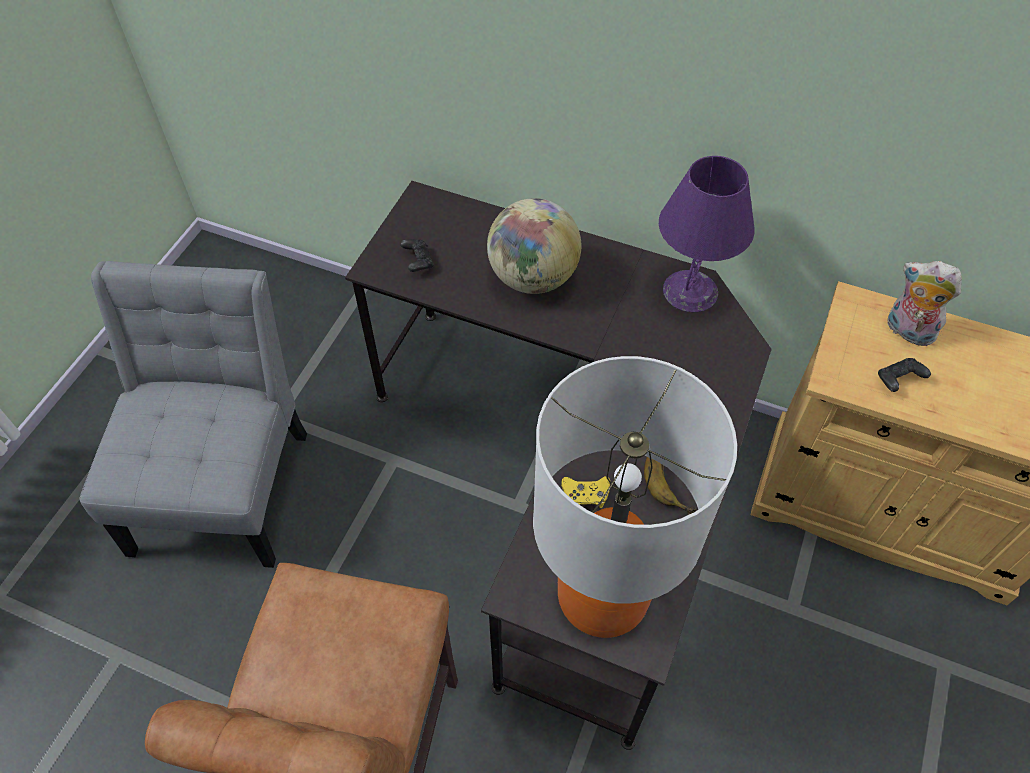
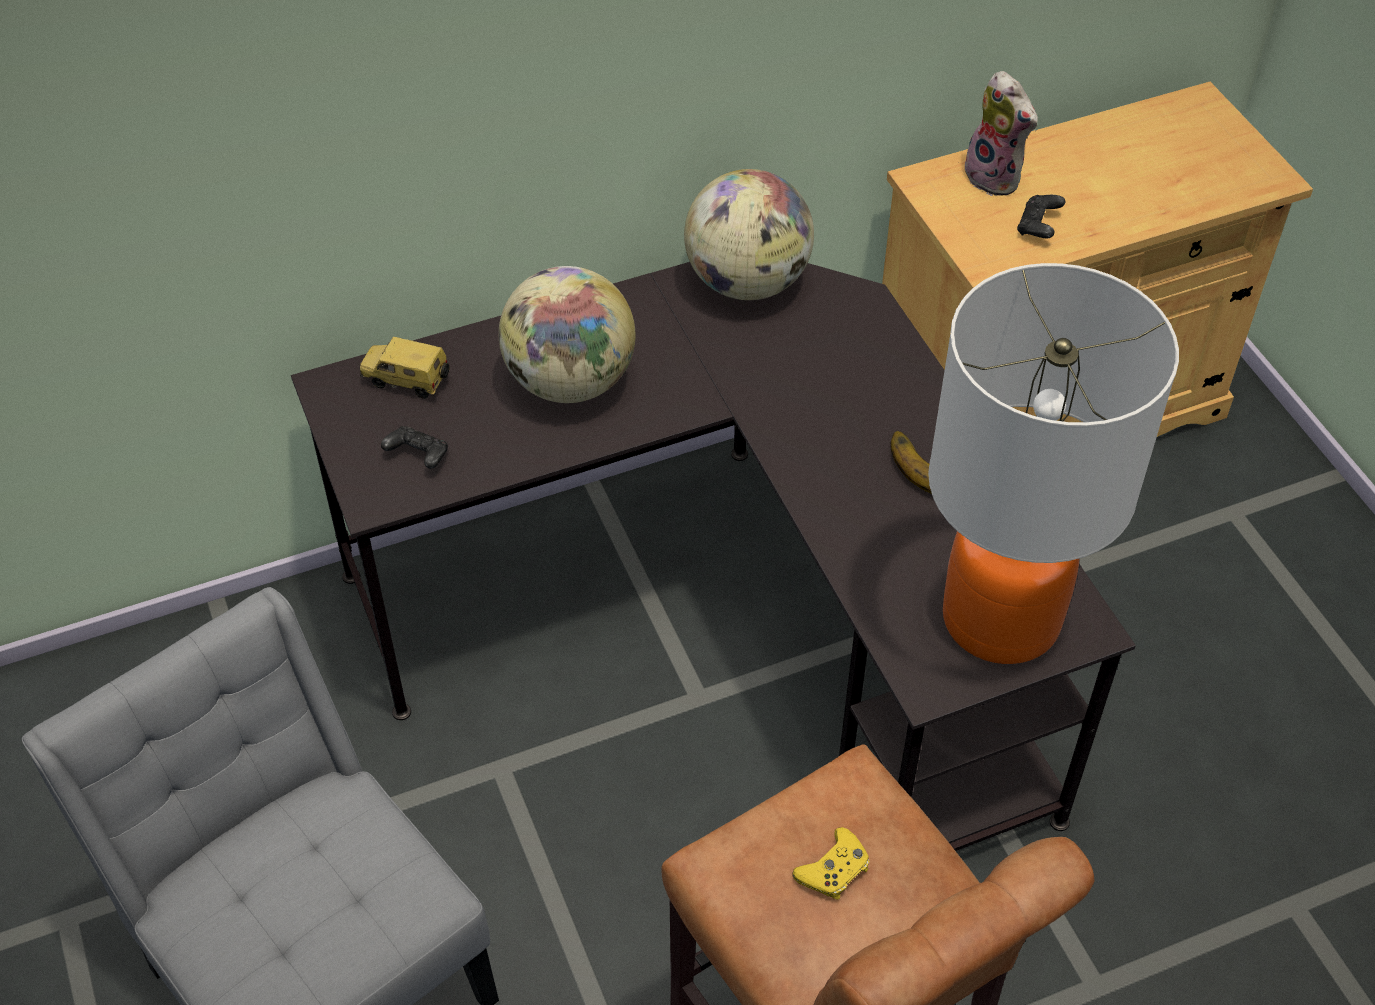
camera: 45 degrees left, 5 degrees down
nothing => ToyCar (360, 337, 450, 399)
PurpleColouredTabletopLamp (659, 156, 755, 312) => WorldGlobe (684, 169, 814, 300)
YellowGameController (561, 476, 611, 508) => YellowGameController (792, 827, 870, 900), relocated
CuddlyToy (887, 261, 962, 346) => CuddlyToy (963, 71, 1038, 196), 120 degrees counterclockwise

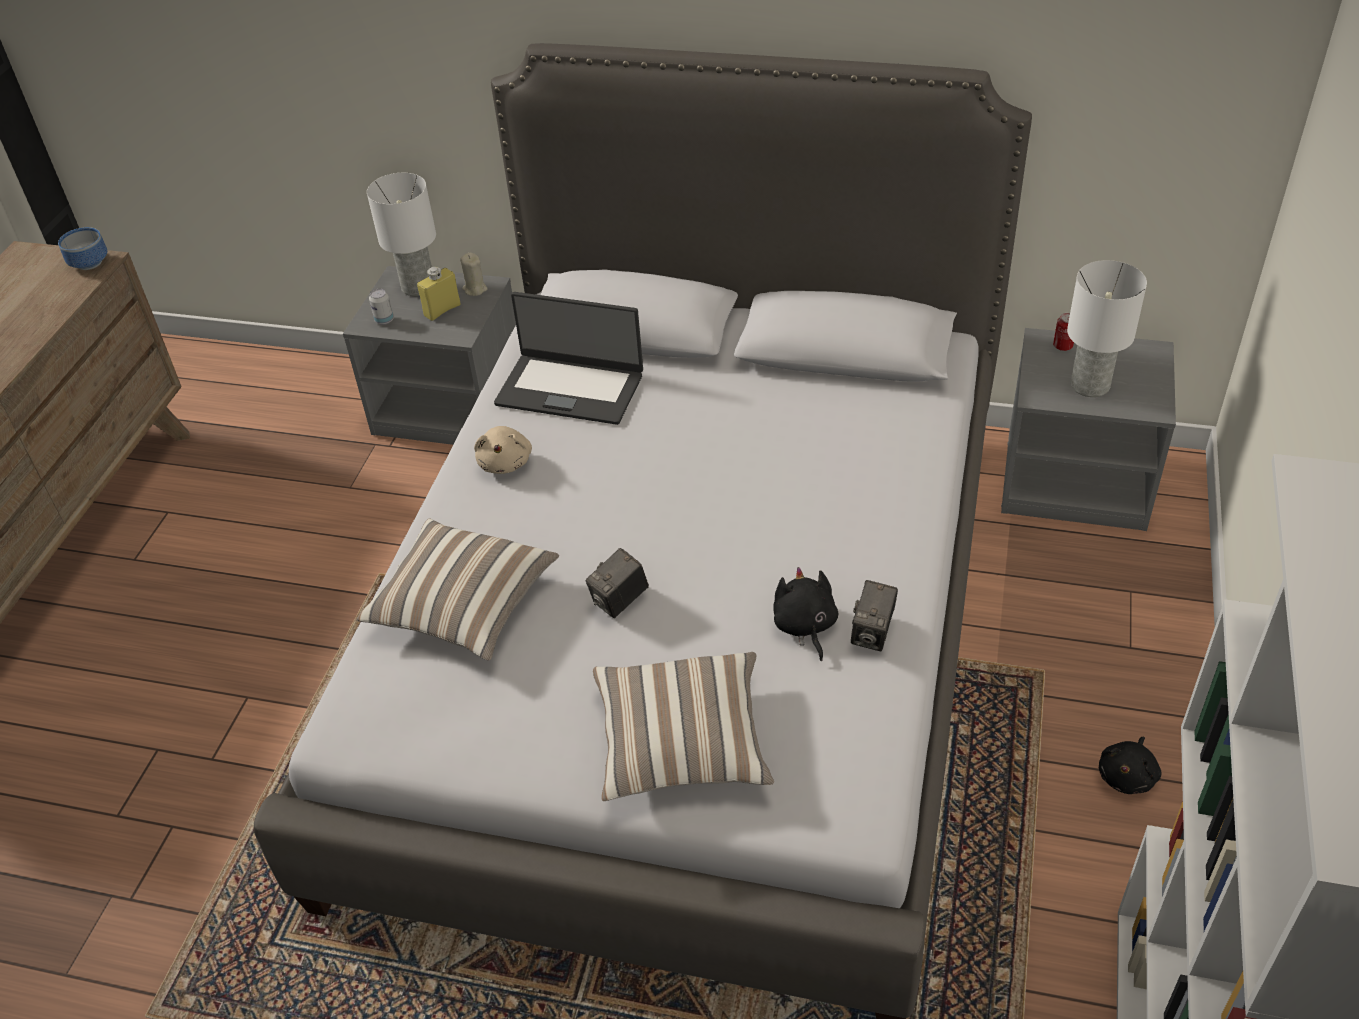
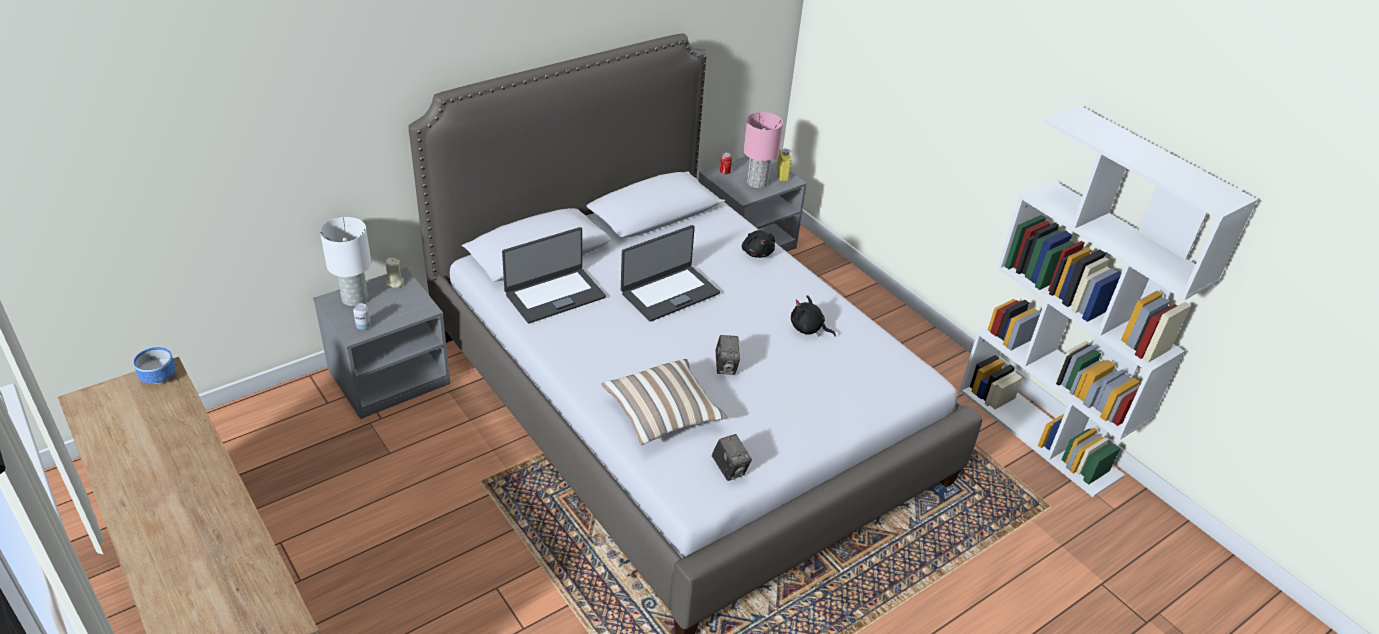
camera: 55 degrees left, 5 degrees down
nothing => PortableComputer (621, 225, 720, 322)
StillCamera (851, 580, 898, 651) => StillCamera (712, 434, 752, 481), relocated
BlackColouredCuddlyToy (1099, 737, 1161, 794) => BlackColouredCuddlyToy (742, 230, 775, 258), relocated
WhiteTabletopLamp (1067, 260, 1147, 397) => PinkTabletopLamp (743, 112, 783, 189)
YellowDrinkBottle (417, 267, 461, 321) => YellowDrinkBottle (777, 148, 791, 181), relocated
BeigeCuddlyToy (474, 426, 532, 474) => nothing
ThrowPillow (593, 652, 774, 801) => nothing

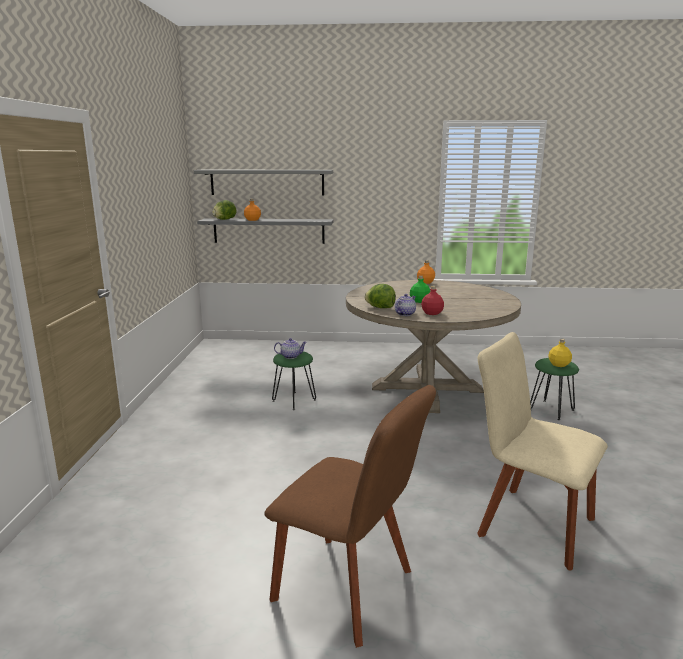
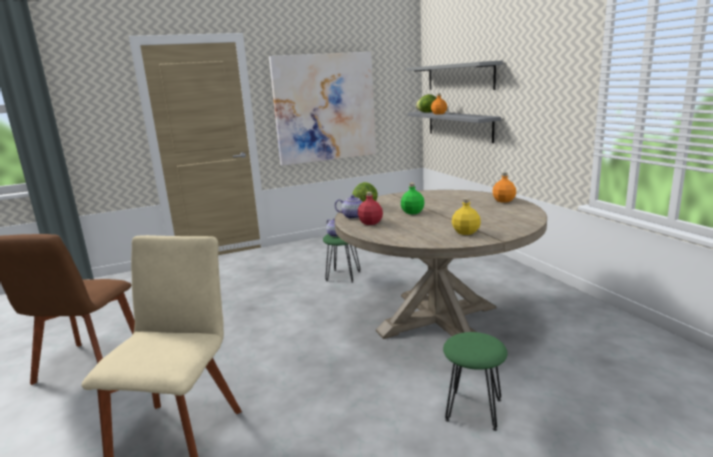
camera: 65 degrees right, 0 degrees up
nothing => WallArt (269, 52, 376, 166)
YellowDrinkBottle (548, 339, 572, 367) => YellowDrinkBottle (452, 198, 481, 235), relocated

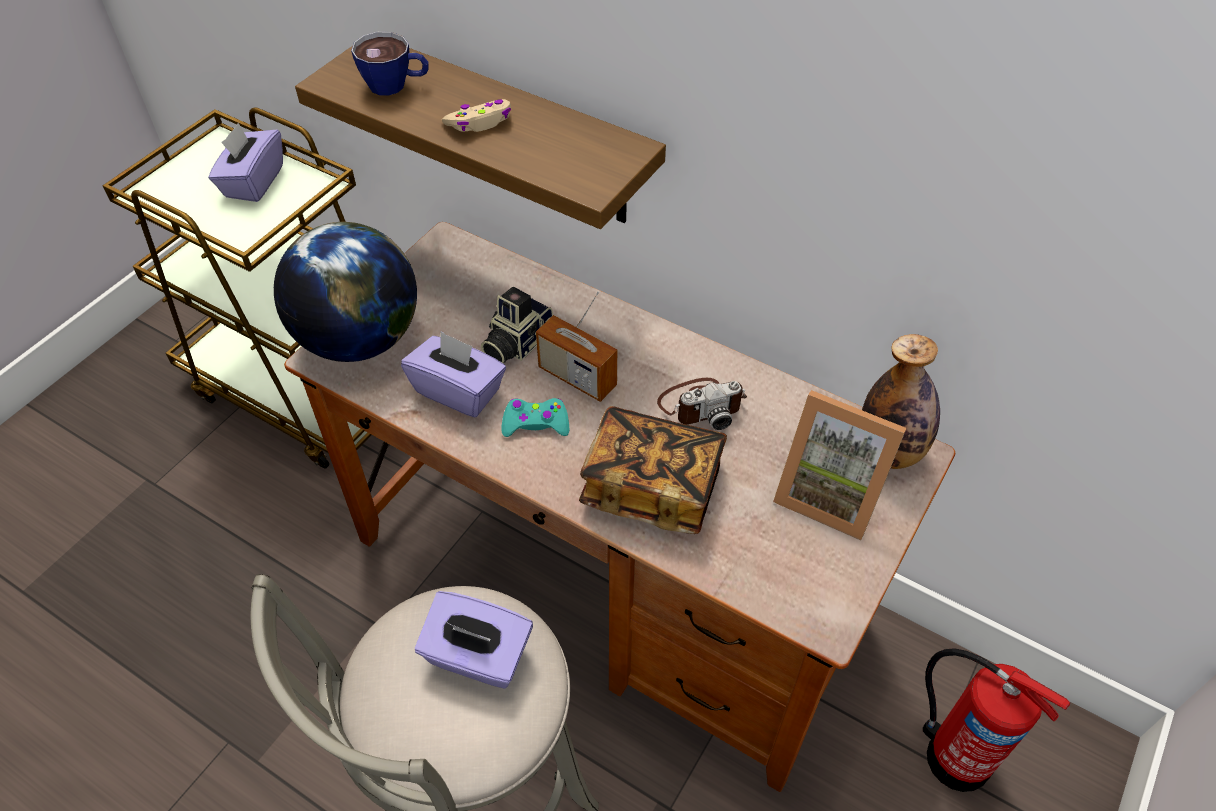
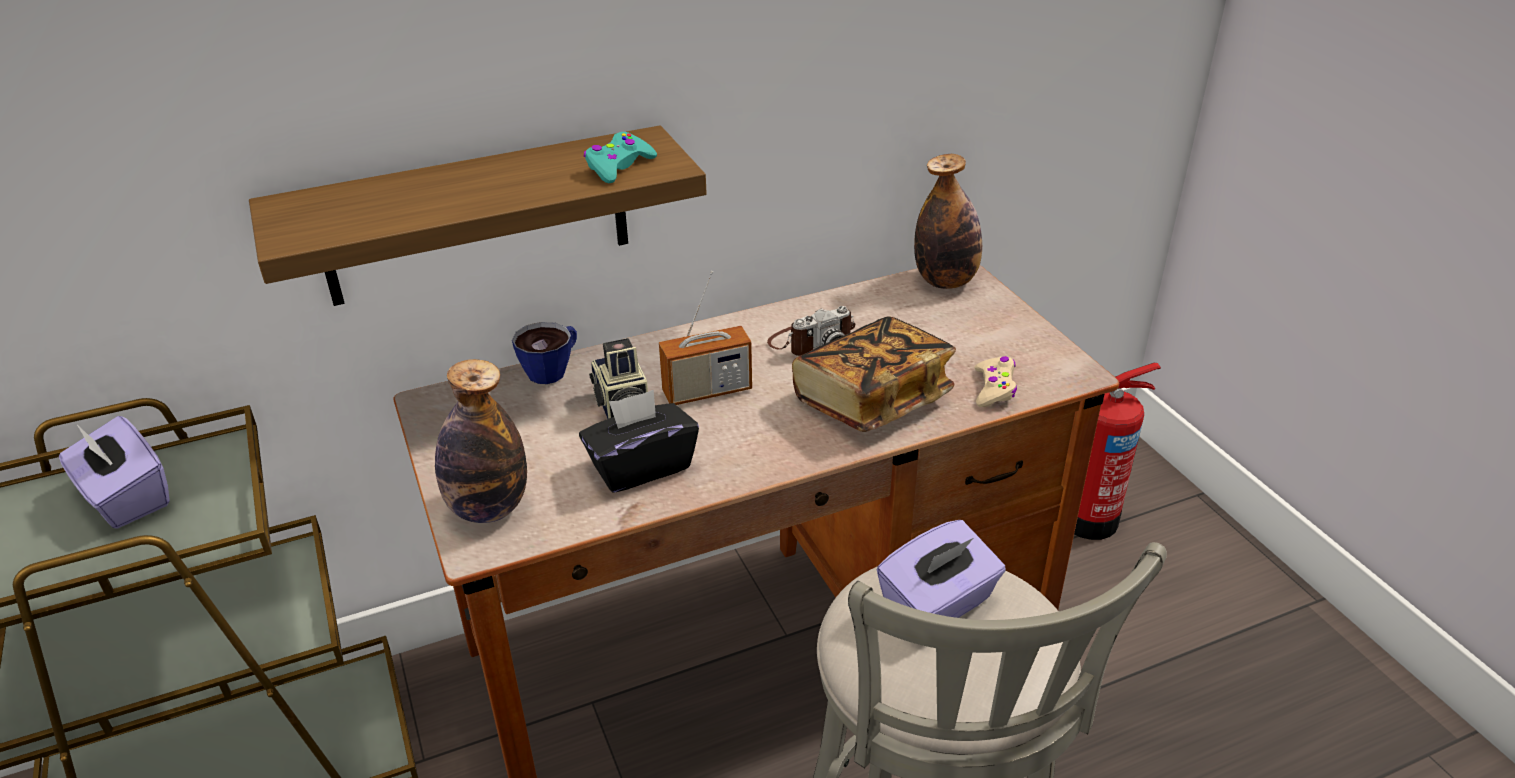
camera: 55 degrees left, 15 degrees down
WorldGlobe (274, 222, 417, 362) => DrinkBottle (435, 359, 527, 523)
DrinkingCup (351, 32, 429, 96) => DrinkingCup (512, 322, 577, 384), relocated
PurpleColouredBoxOfTissues (401, 331, 506, 418) => BlackColouredBoxOfTissues (579, 390, 699, 493)
BlueGreenGameController (501, 398, 569, 437) => BlueGreenGameController (584, 132, 657, 183), relocated
StillCamera (657, 378, 747, 430) => StillCamera (767, 306, 855, 356), 45 degrees clockwise
BeigeGameController (442, 99, 511, 132) => BeigeGameController (974, 356, 1017, 407), relocated
PhotoFrame (773, 390, 907, 541) => nothing

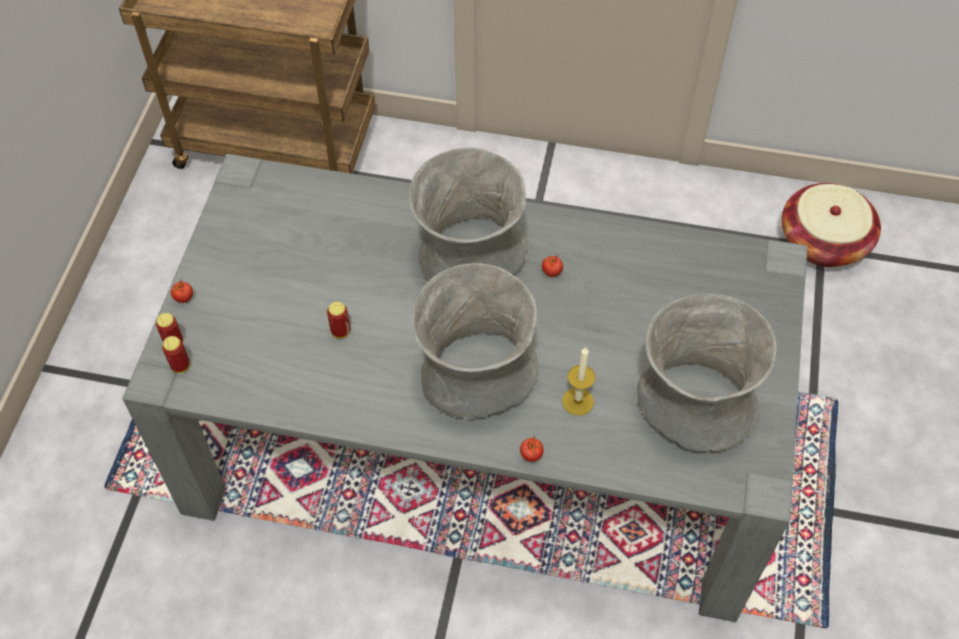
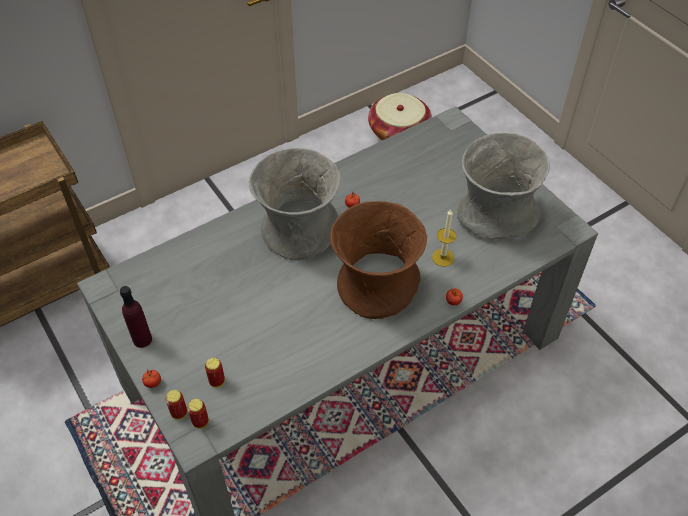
camera: 45 degrees left, 5 degrees down
nothing => PurpleColouredDrinkBottle (120, 286, 152, 348)
Can (327, 302, 350, 338) => Can (205, 358, 225, 387), relocated
GreyishFlowerVase (411, 263, 538, 419) => BrownishFlowerVase (330, 201, 427, 319)

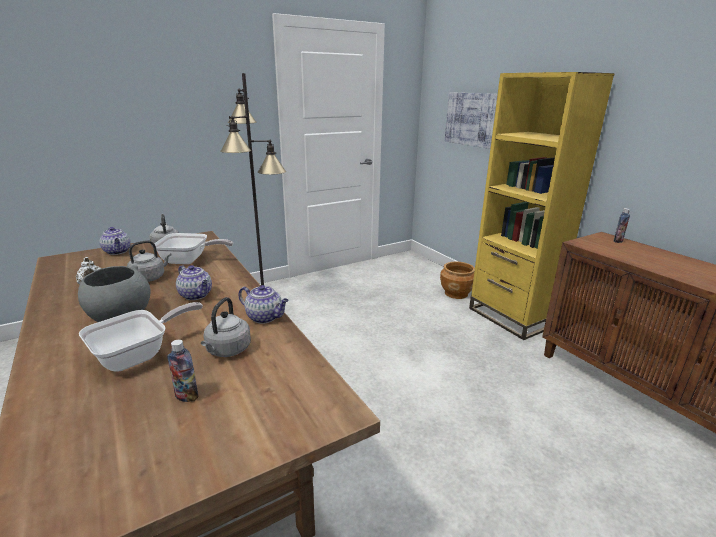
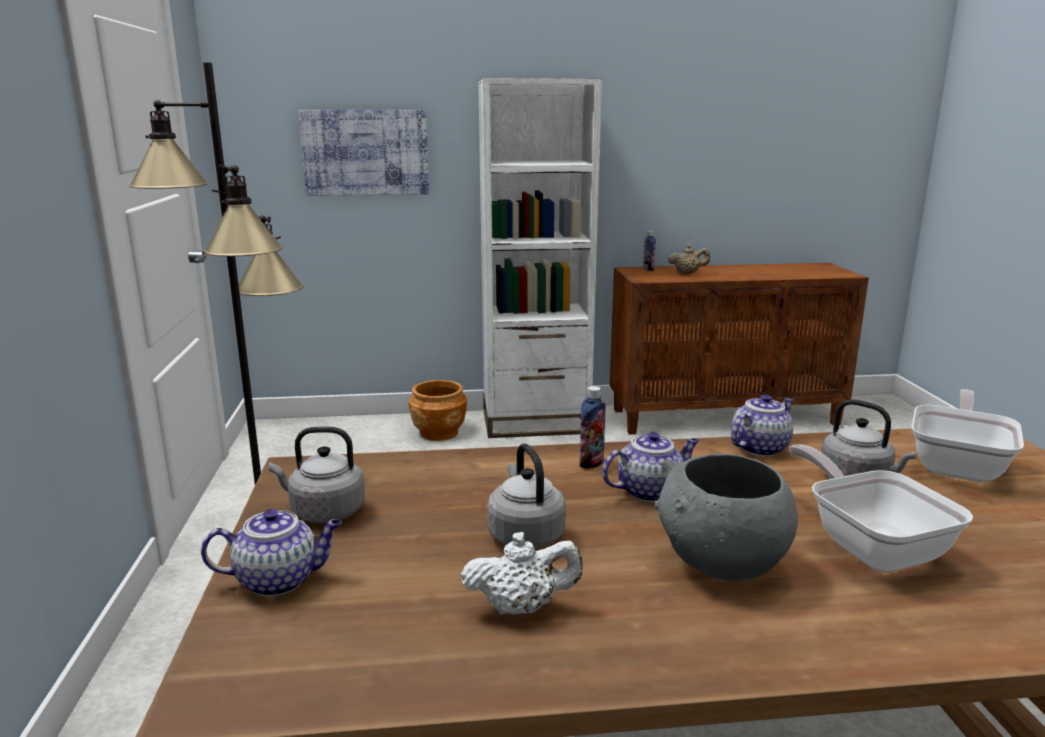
camera: 65 degrees left, 5 degrees down
YellowBookcase (469, 72, 615, 340) => WhiteBookcase (478, 78, 602, 438)
DrinkBottle (167, 340, 199, 402) => DrinkBottle (580, 386, 606, 469), relocated
nothing => BeigePotForTea (668, 244, 710, 274)
FryingPan (154, 233, 233, 264) => FryingPan (912, 389, 1024, 482), relocated

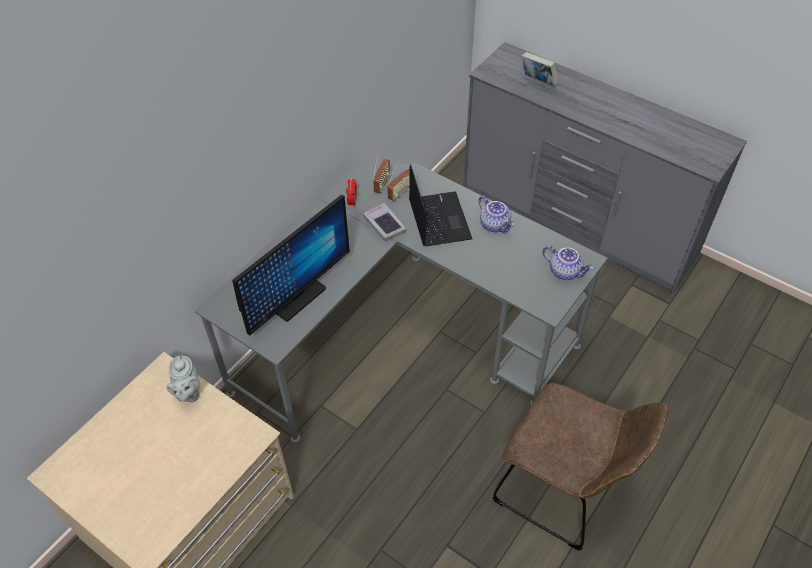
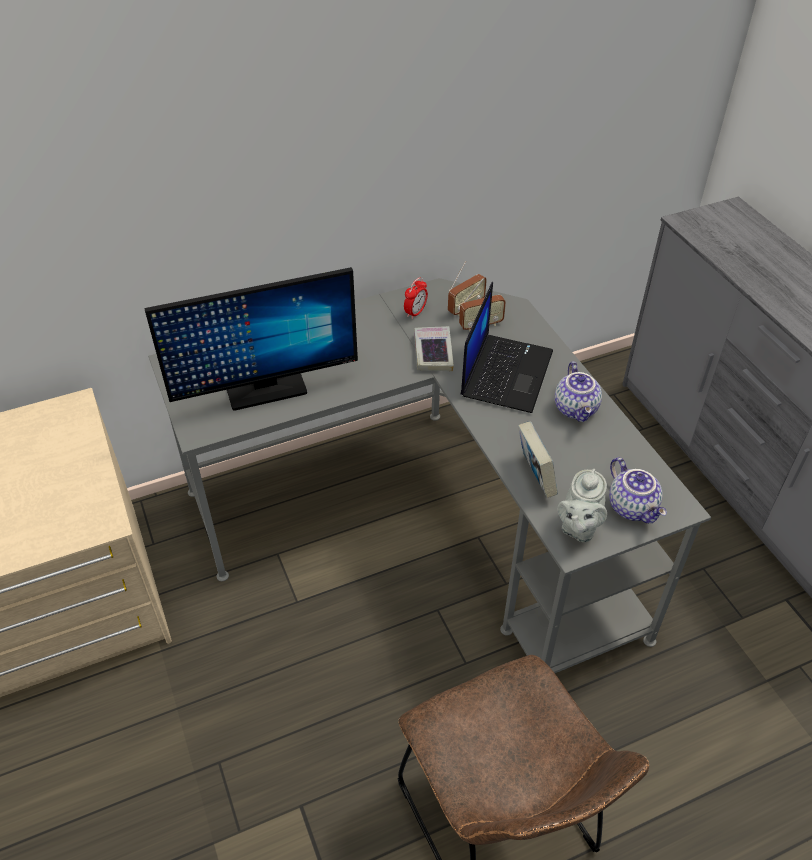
camera: 30 degrees right, 5 degrees down
Book (522, 52, 558, 86) => Book (518, 421, 558, 498), relocated
GreyishPotForTea (167, 356, 200, 402) => GreyishPotForTea (557, 469, 607, 542), relocated

